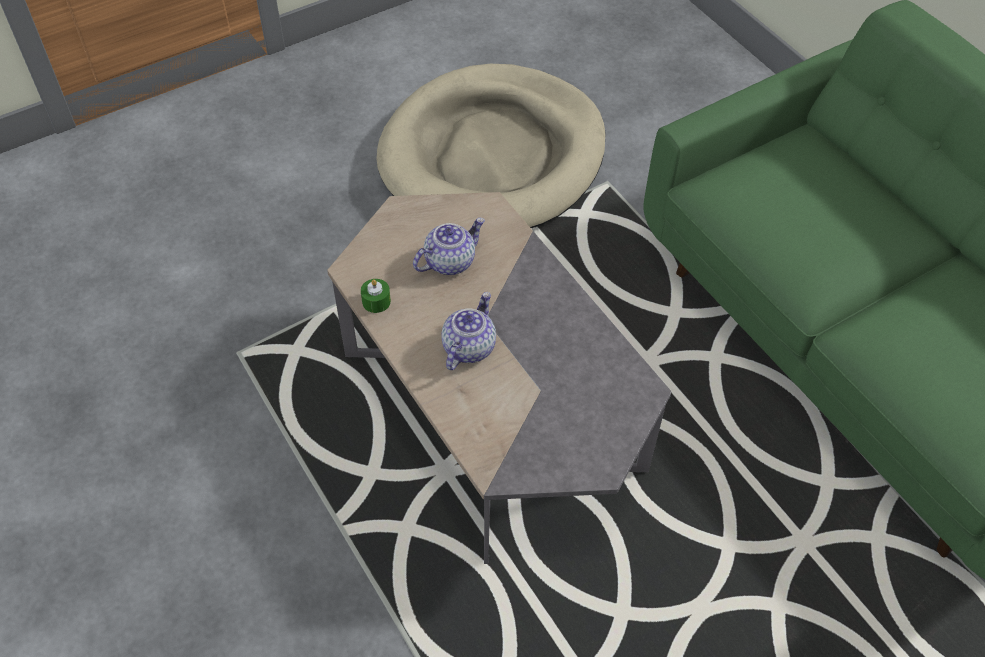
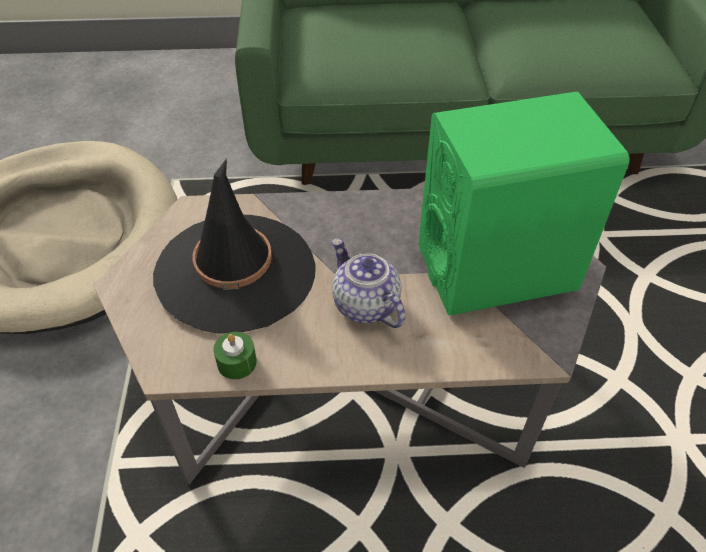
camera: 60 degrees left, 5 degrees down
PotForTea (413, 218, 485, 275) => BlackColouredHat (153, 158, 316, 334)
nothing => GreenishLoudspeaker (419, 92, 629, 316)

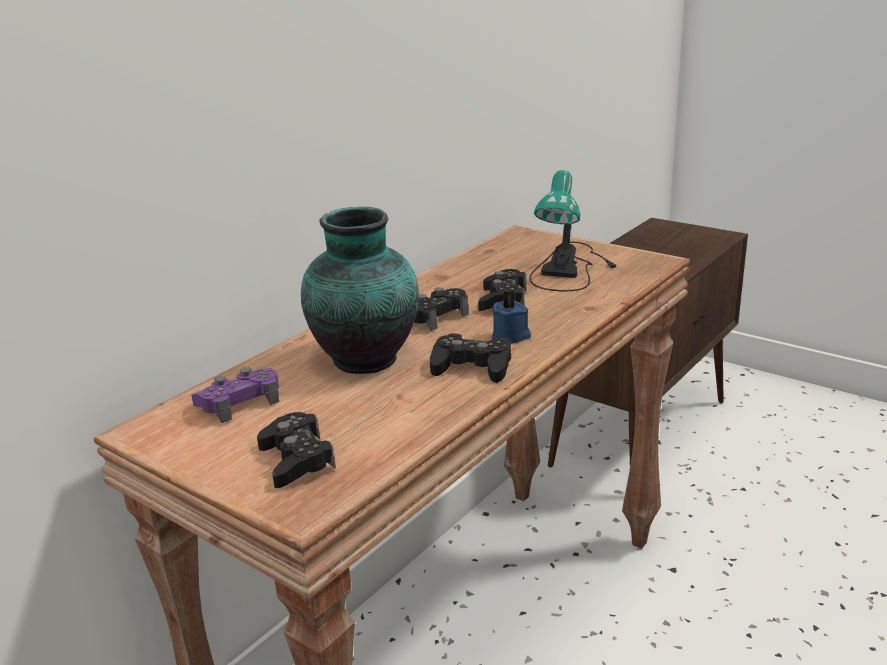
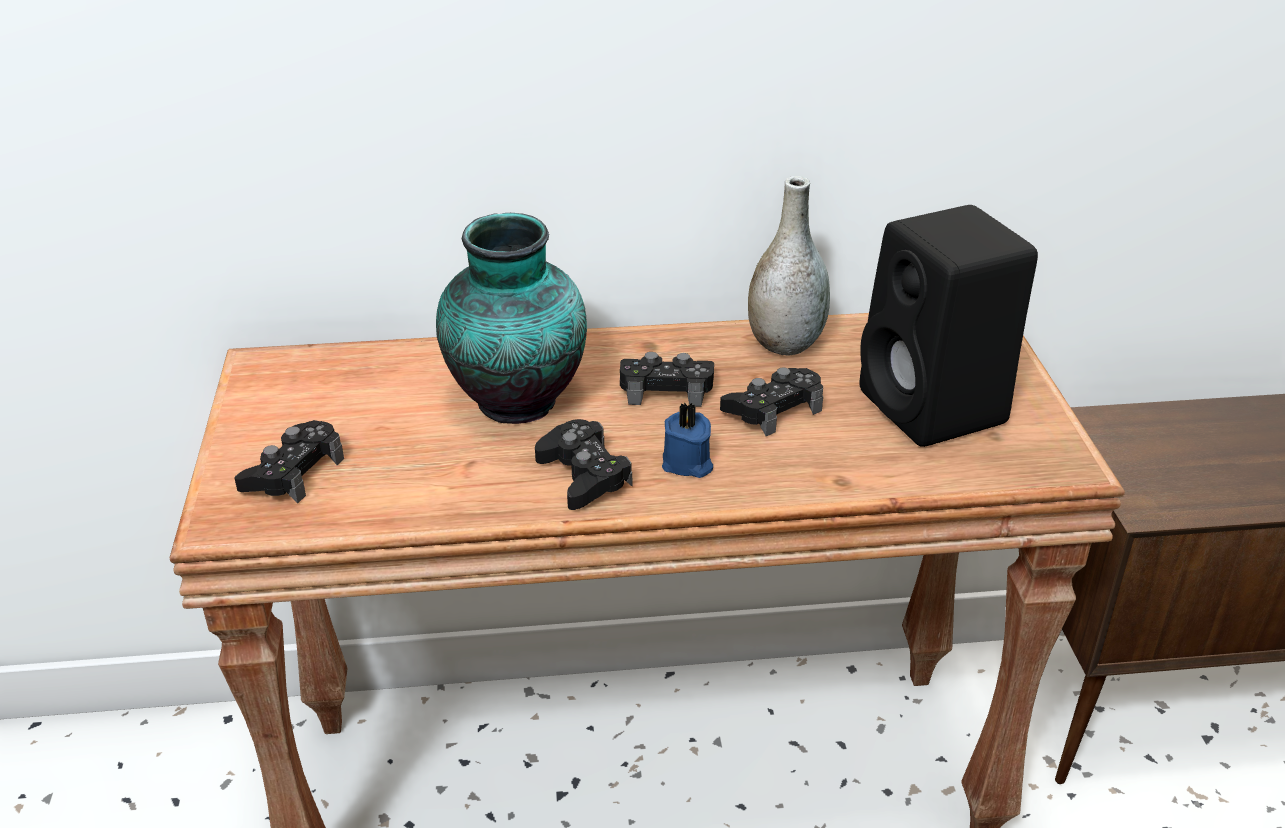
camera: 45 degrees right, 10 degrees up
nothing => GreyishFlowerVase (748, 176, 830, 355)
TabletopLamp (530, 170, 617, 292) => BlackColouredLoudspeaker (859, 205, 1038, 447)
PurpleColouredGameController (191, 367, 279, 423) => nothing

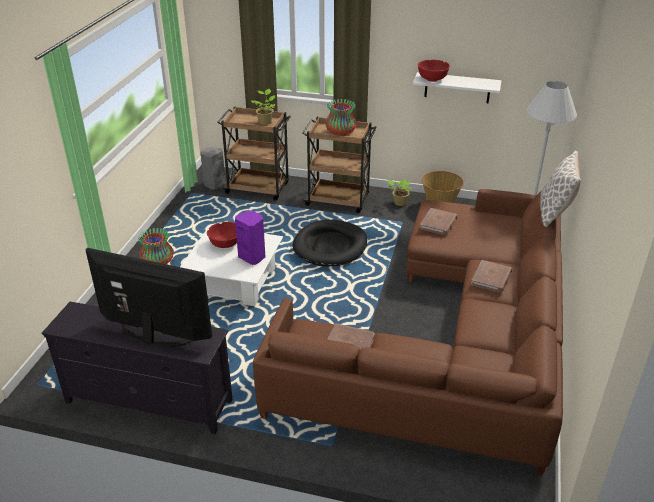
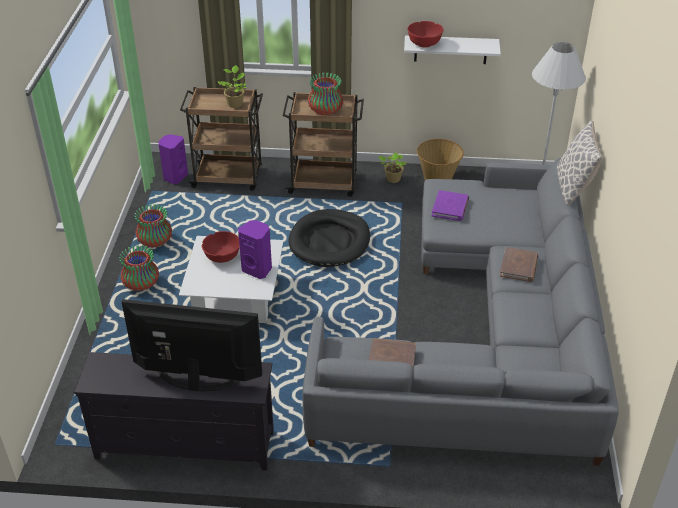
camera: 10 degrees left, 5 degrees up
nothing => FlowerVase (134, 204, 172, 248)
GreyishLoudspeaker (200, 147, 226, 190) => PurpleColouredLoudspeaker (158, 134, 188, 184)
BrownishSettee (253, 189, 563, 476) => GreyishSettee (302, 158, 619, 466)
BrownishBook (420, 208, 458, 235) => PurpleColouredBook (432, 190, 469, 221)

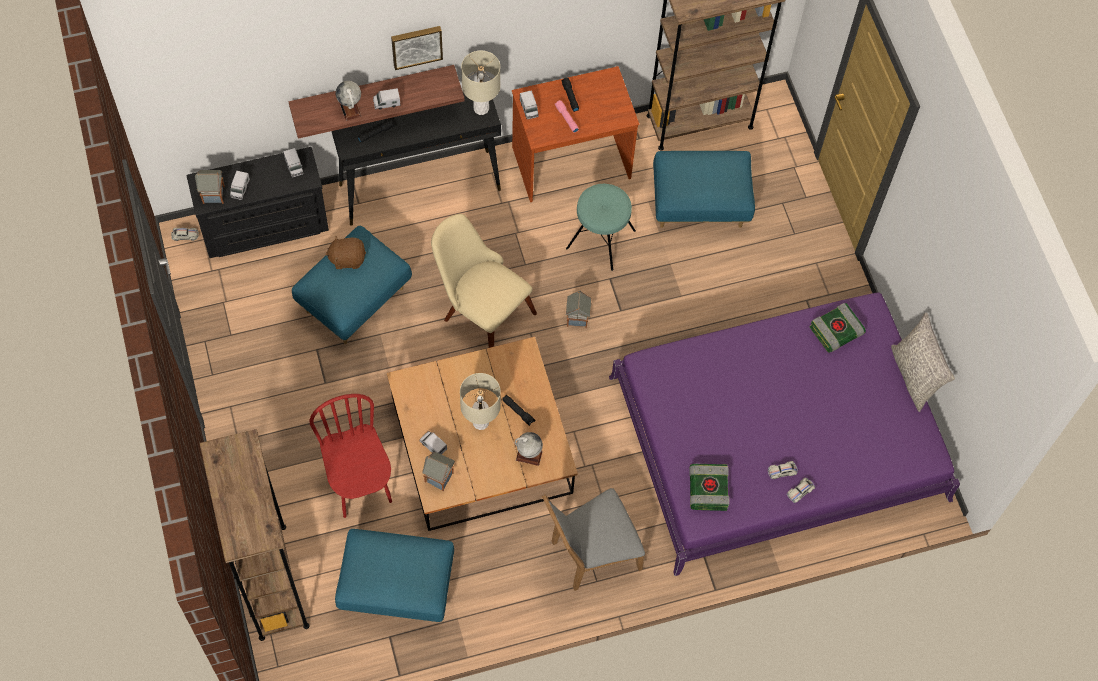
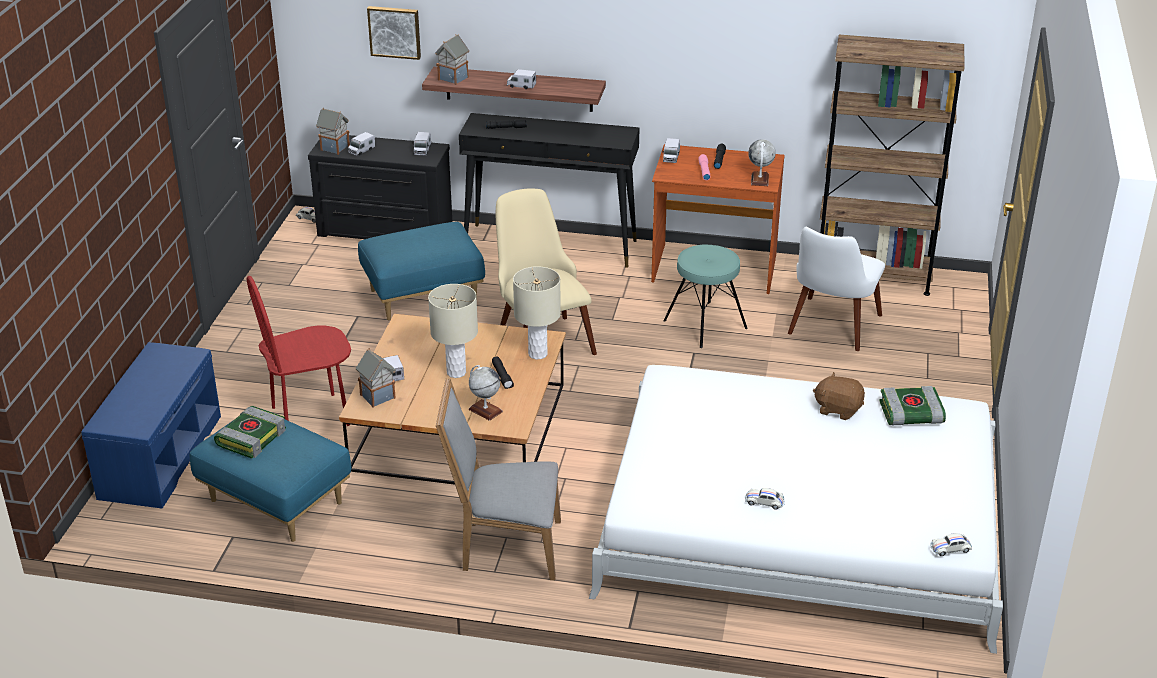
camera: 30 degrees right, 30 degrees down
BrownishBookcase (200, 429, 309, 641) => BlueColouredLongSeat (81, 342, 221, 509)
Book (689, 464, 729, 511) => Book (214, 406, 286, 459), relocated
ReddishUprightChair (310, 394, 392, 518) => ReddishUprightChair (247, 276, 351, 426), 120 degrees counterclockwise
WallArt (391, 26, 443, 70) => WallArt (367, 6, 421, 60), relocated
ToyHouse (566, 291, 592, 328) => ToyHouse (435, 34, 469, 85), relocated
BeigeTabletopLamp (461, 50, 500, 115) => BeigeTabletopLamp (513, 266, 561, 359), relocated
PurpleColouredSleepingBed (609, 293, 960, 576) => WhiteSleepingBed (589, 365, 1003, 654)
WorldGlobe (336, 81, 361, 121) => WorldGlobe (748, 139, 776, 186), relocated
BlueColouredOttoman (653, 151, 755, 228) => WhiteUprightChair (788, 227, 885, 351)
BrownishCuddlyToy (325, 235, 366, 269) => BrownishCuddlyToy (813, 372, 865, 420), relocated
WhiteToyCar (787, 477, 815, 503) => WhiteToyCar (930, 533, 972, 556), relocated
GreyishThrowPillow (891, 312, 955, 412) => nothing

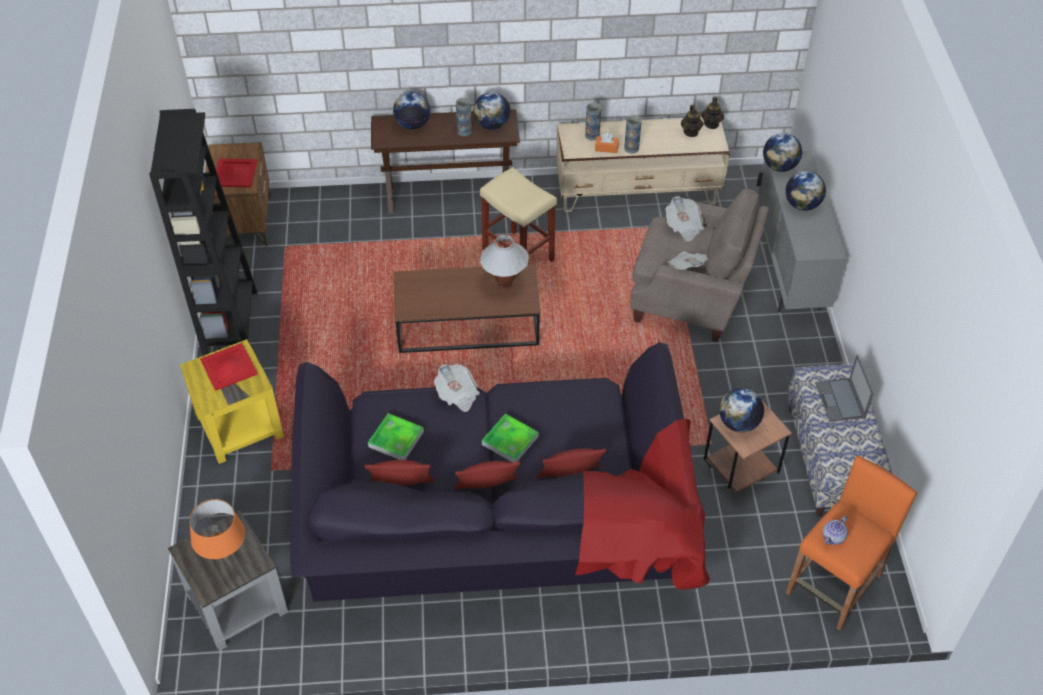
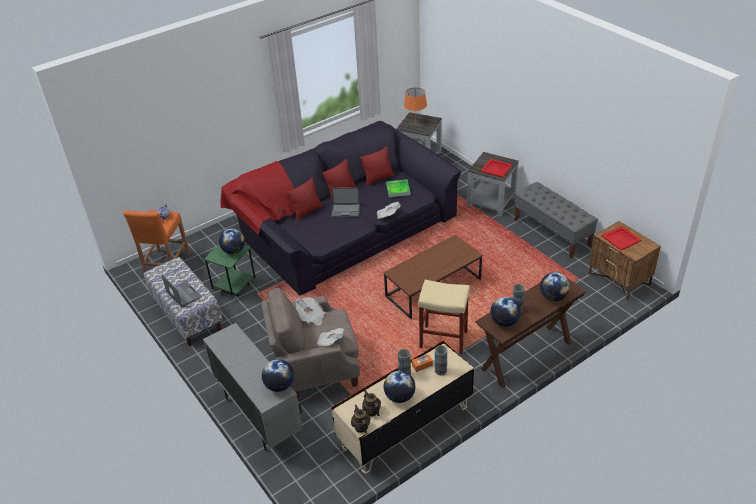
camera: 150 degrees right, 10 degrees down
BrownishEndTable (704, 401, 792, 493) => GreenishEndTable (204, 244, 255, 297)
ServingTray (482, 414, 539, 462) => PortableComputer (331, 187, 360, 217)
WorldGlobe (786, 171, 826, 211) => WorldGlobe (384, 371, 416, 403), relocated
YellowEndTable (180, 339, 284, 464) => GreyishEndTable (467, 152, 519, 216)
BlackColouredBookcase (149, 109, 258, 356) => GreyishLongSeat (514, 182, 598, 258)
WhiteTabletopLamp (480, 235, 529, 290) => nothing

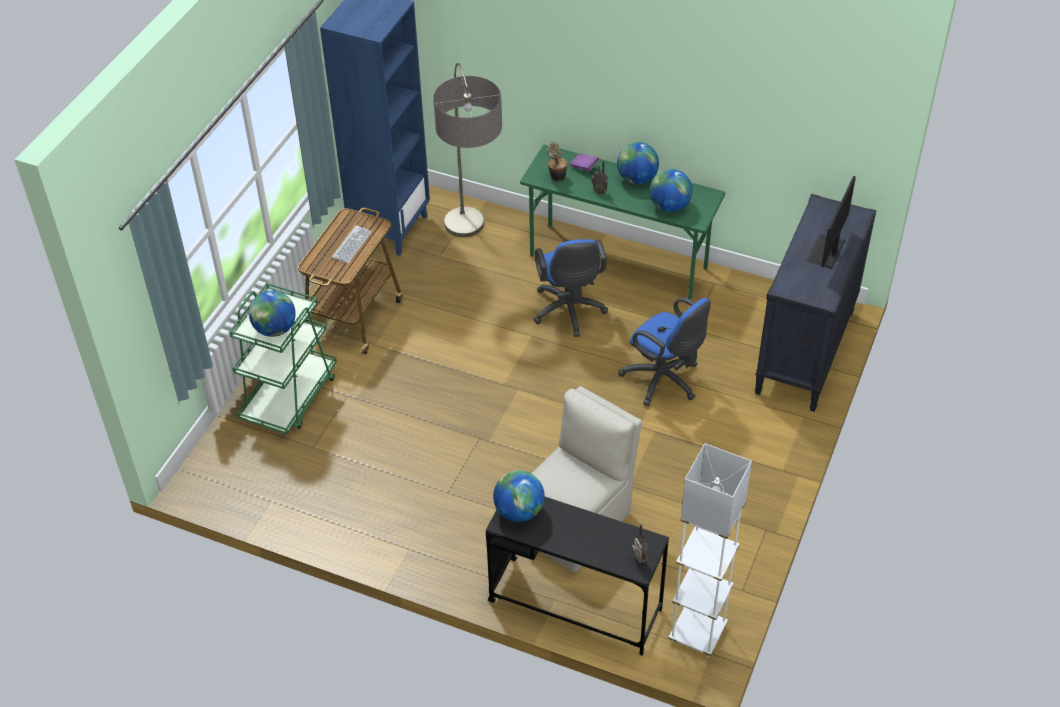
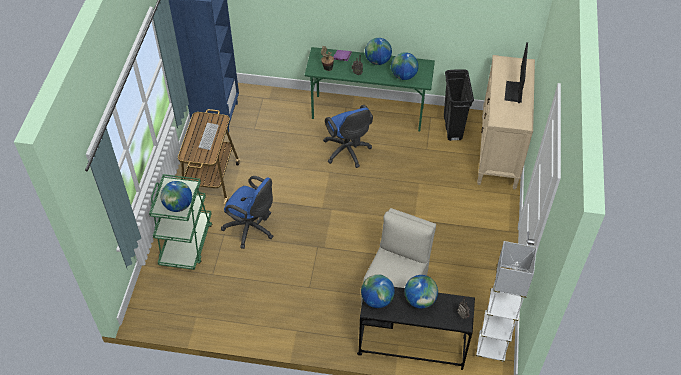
camera: 15 degrees left, 5 degrees up
BlueColouredComputerChair (618, 297, 711, 406) => BlueColouredComputerChair (221, 176, 273, 249), relocated
nothing => WorldGlobe (405, 275, 438, 309)
nothing => BlackColouredRubbishBin (444, 69, 474, 141)
BlackColouredDresser (755, 194, 876, 412) => BeigeDresser (477, 55, 535, 190)
FloorLamp (433, 63, 502, 237) => nothing

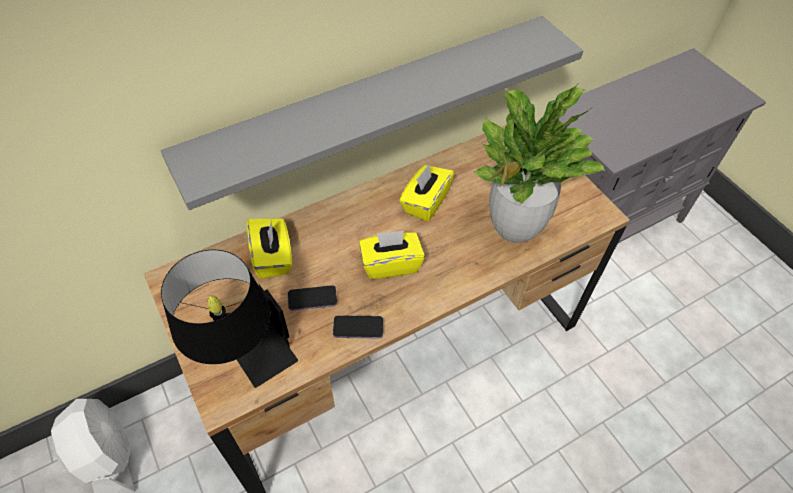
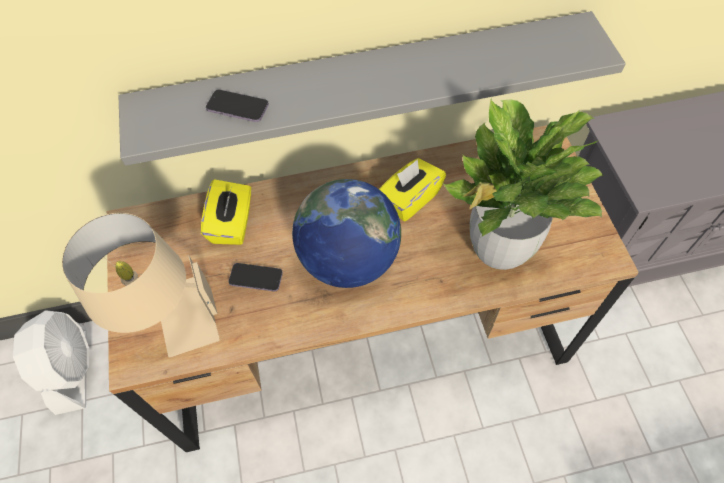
camera: 20 degrees right, 5 degrees up
BlackColouredTabletopLamp (161, 250, 298, 388) => BeigeTabletopLamp (62, 213, 220, 357)
Handset (333, 316, 383, 338) => Handset (206, 89, 269, 122), relocated
YellowBoxOfTissues (359, 231, 425, 279) => WorldGlobe (292, 179, 401, 288)

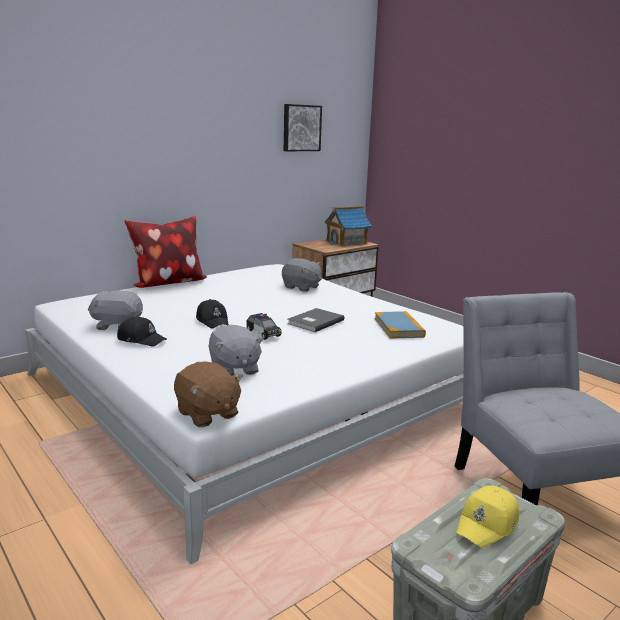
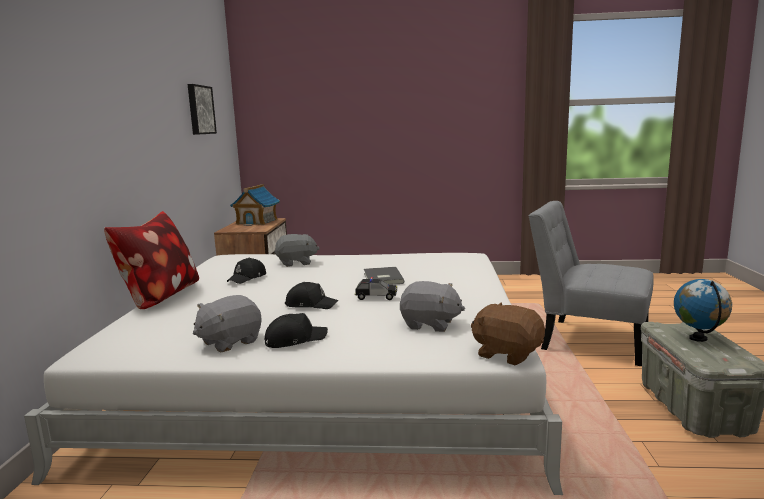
camera: 45 degrees left, 5 degrees down
nothing => BlackColouredPeakedCap (227, 258, 266, 284)
BrownishCuddlyToy (174, 361, 243, 427) => BrownishCuddlyToy (471, 303, 545, 365), 150 degrees counterclockwise
YellowPeakedCap (456, 485, 519, 547) => WorldGlobe (674, 279, 732, 342)
Book (375, 311, 426, 339) => nothing

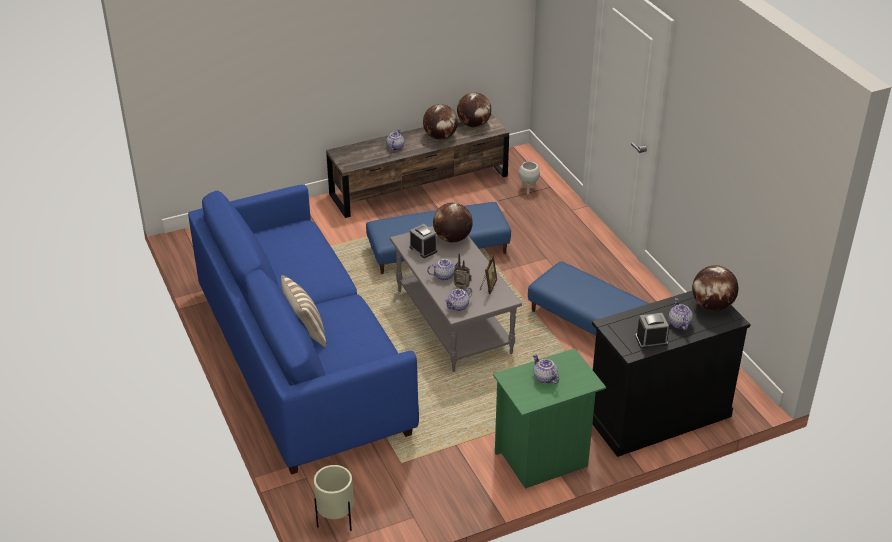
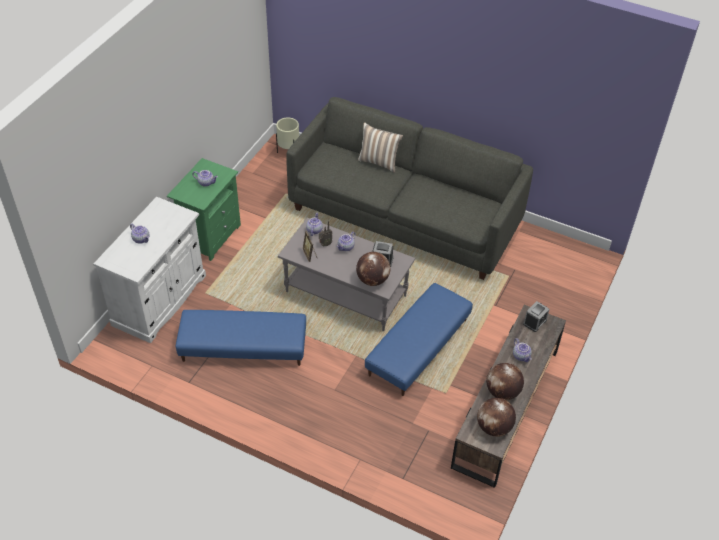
camera: 140 degrees right, 10 degrees up
BlackColouredStorageCabinet (592, 291, 751, 457) => WhiteStorageCabinet (93, 197, 206, 343)
BlueColouredSettee (188, 184, 419, 475) => GreyishSettee (286, 97, 533, 280)
TableClock (635, 313, 670, 349) => TableClock (523, 301, 549, 332), relocated
WhiteFlowerPot (519, 161, 540, 194) => nothing
WorldGlobe (692, 265, 738, 311) => nothing

